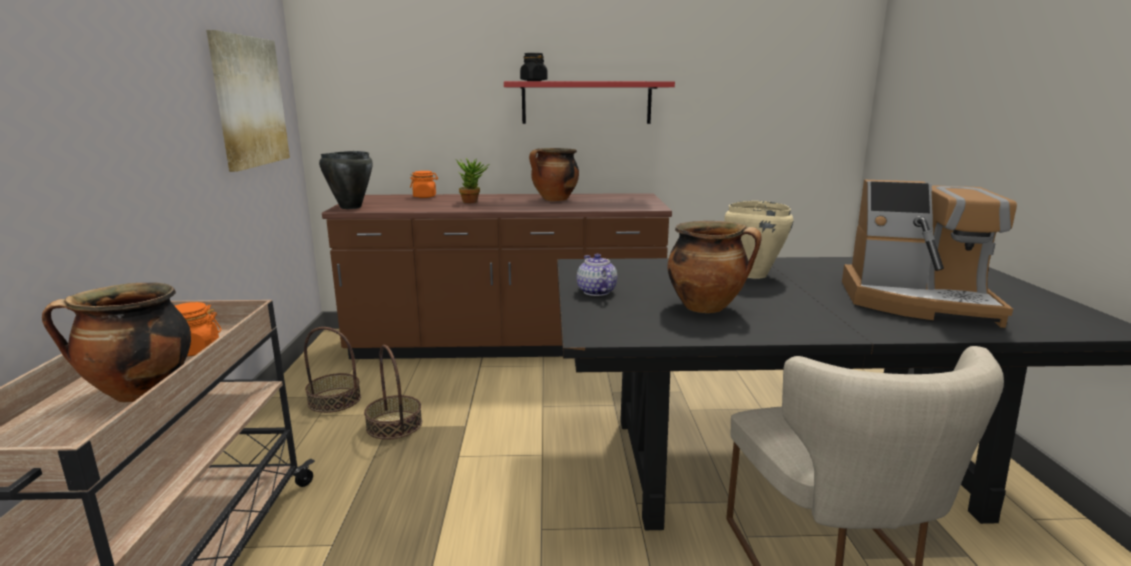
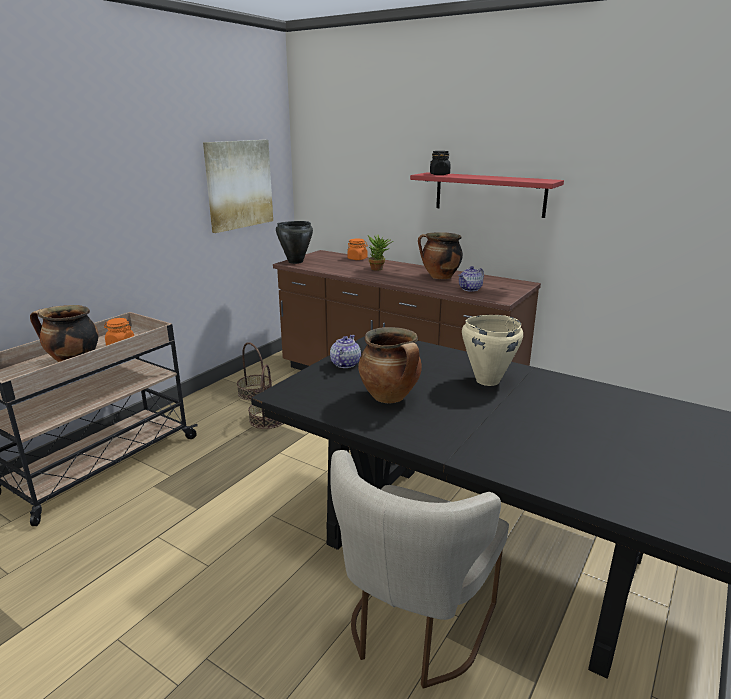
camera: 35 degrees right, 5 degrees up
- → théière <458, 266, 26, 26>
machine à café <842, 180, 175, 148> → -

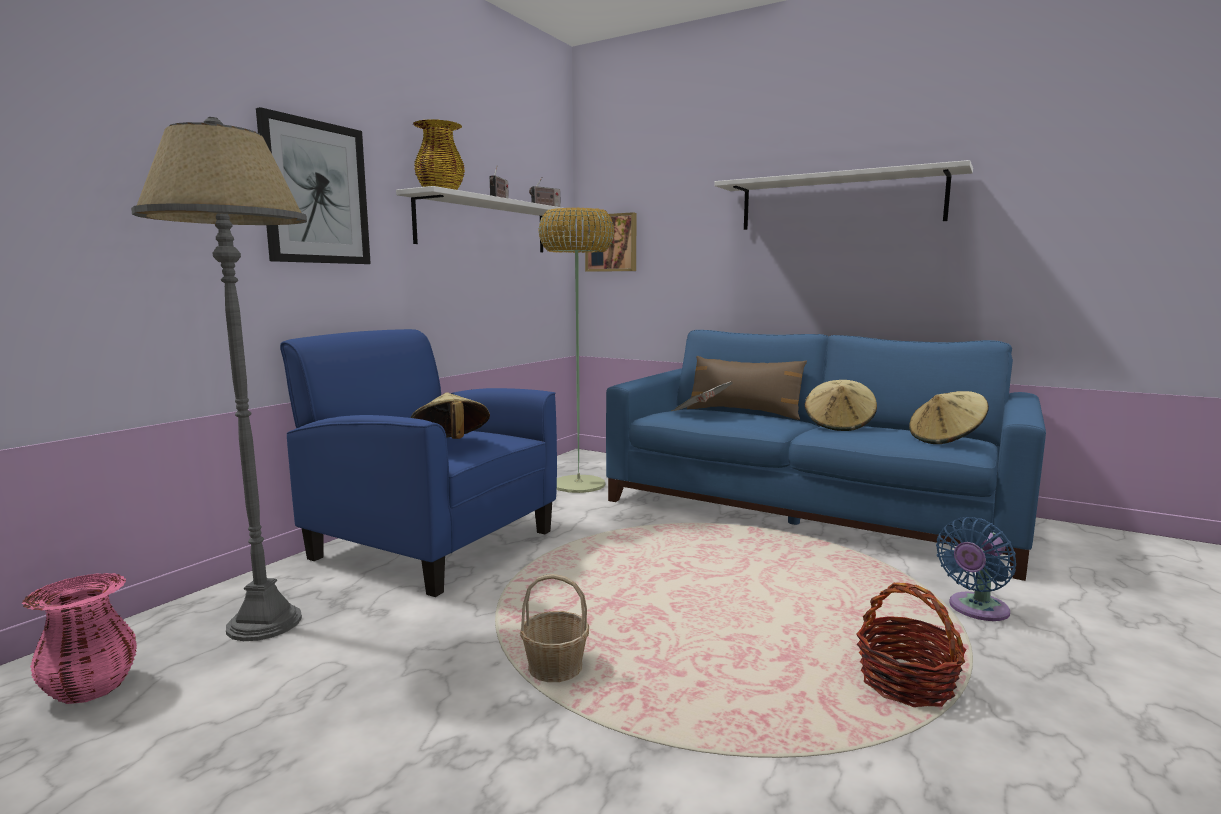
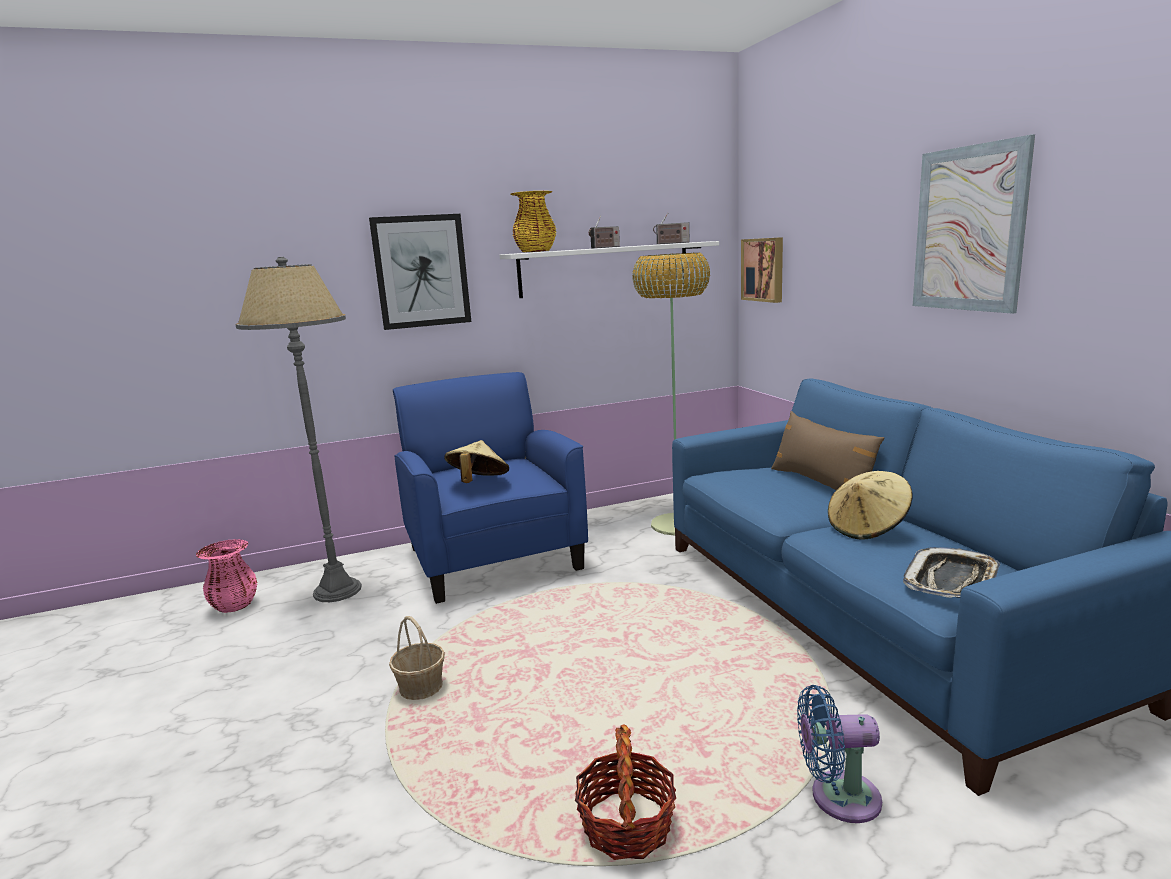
camera: 40 degrees right, 5 degrees up
chapeau [beige] <909, 391, 80, 53> → plateau <903, 547, 97, 51>
étagère [blanc] <714, 160, 259, 70> → tableau <913, 135, 122, 179>
journal <671, 381, 62, 30> → -

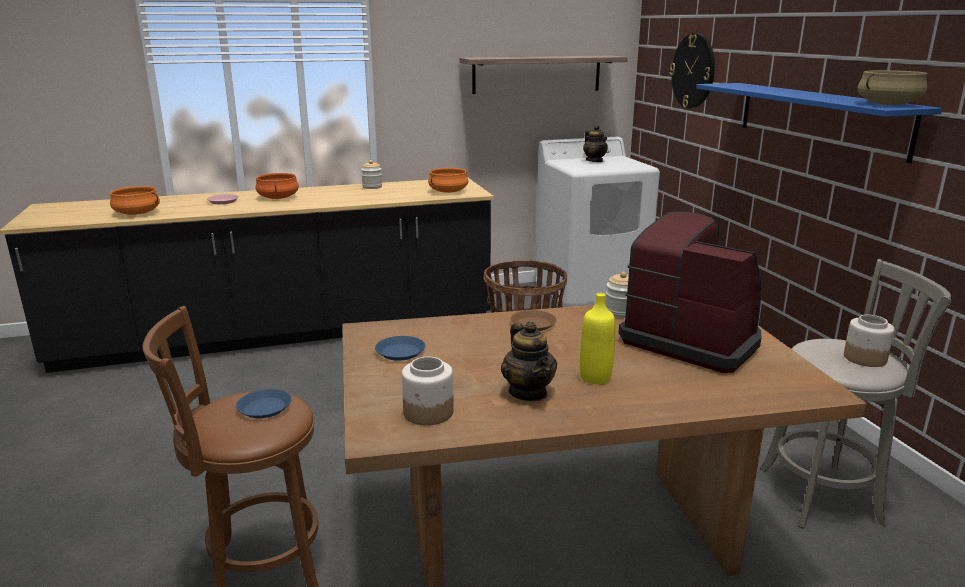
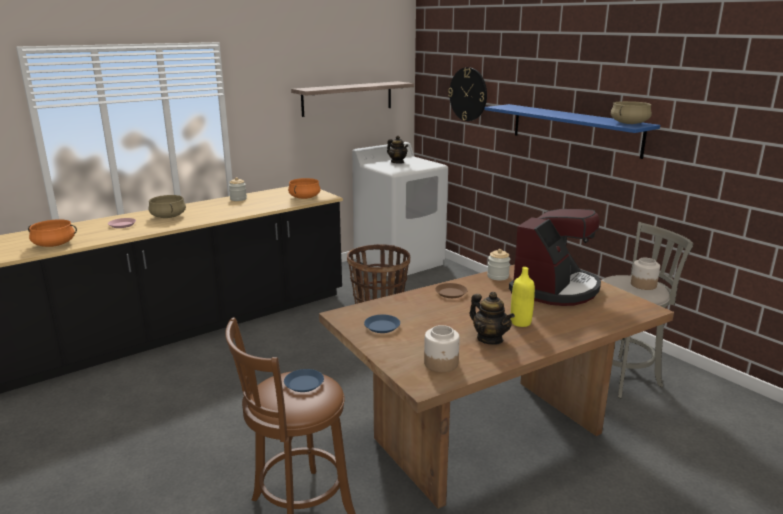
camera: 20 degrees left, 0 degrees up
marmite [orange] <255, 173, 44, 26> → marmite [beige] <148, 195, 38, 23>
machine à café <619, 212, 143, 161> → machine à café <509, 209, 92, 97>, 105 degrees clockwise

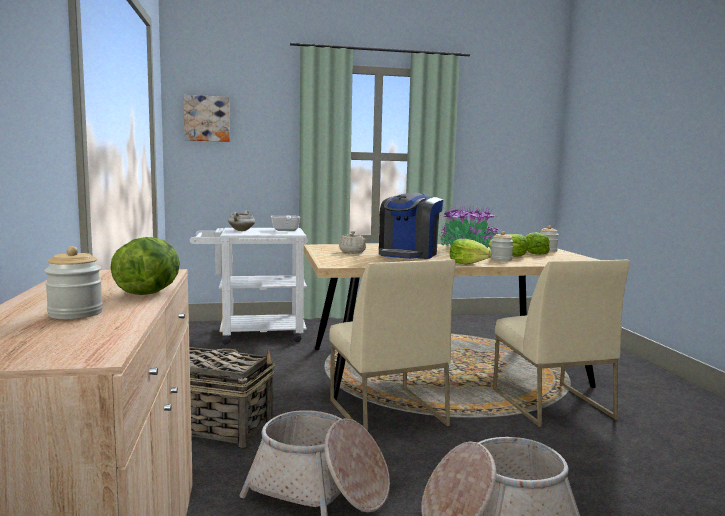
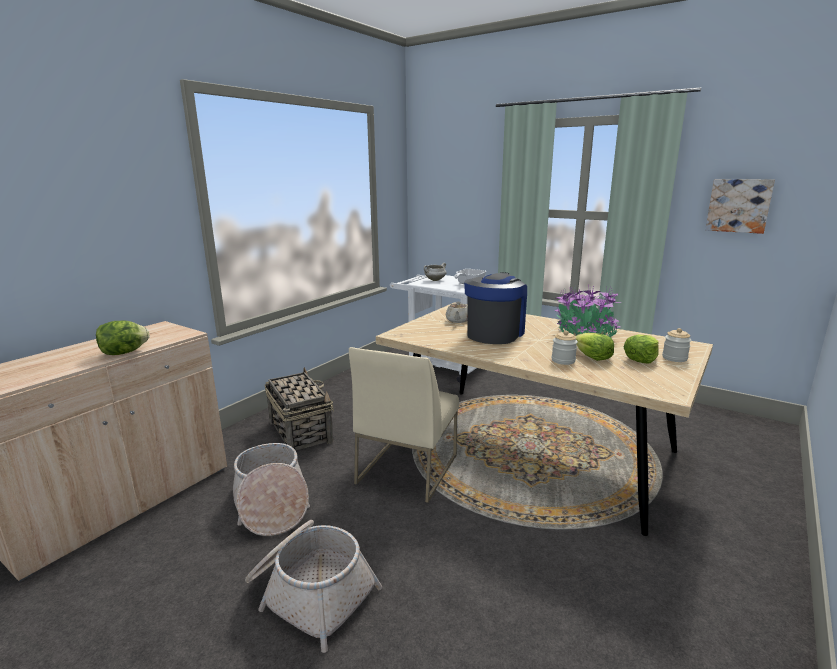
camera: 45 degrees right, 10 degrees up
machine à café <379, 192, 64, 67> → machine à café <464, 272, 63, 72>, 135 degrees clockwise
tableau <183, 95, 47, 47> → tableau <705, 179, 70, 55>, shifted
bocal <44, 246, 59, 73> → -
laitue <450, 239, 42, 25> → -
chaise [beige] <493, 259, 137, 168> → -

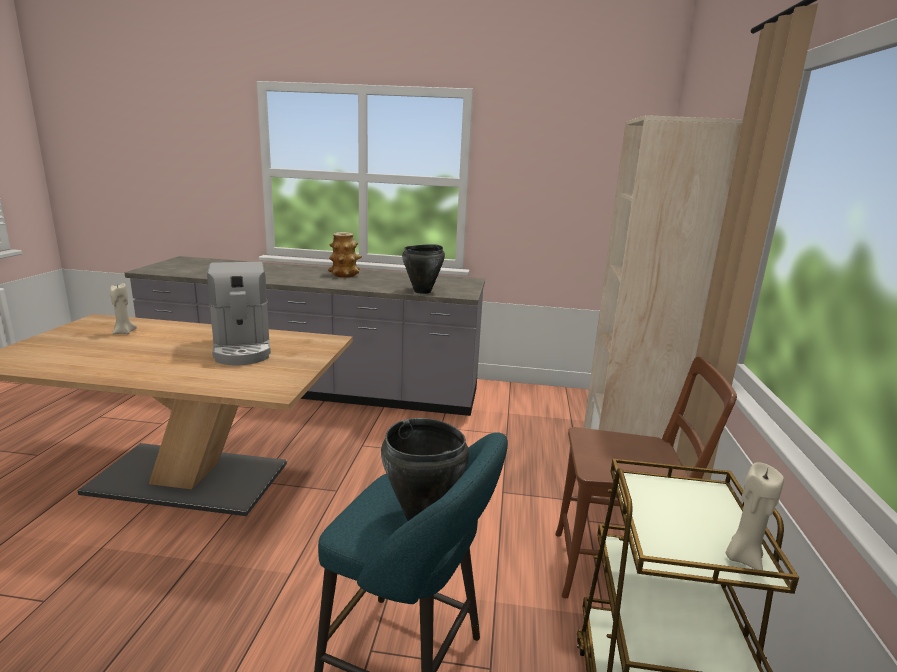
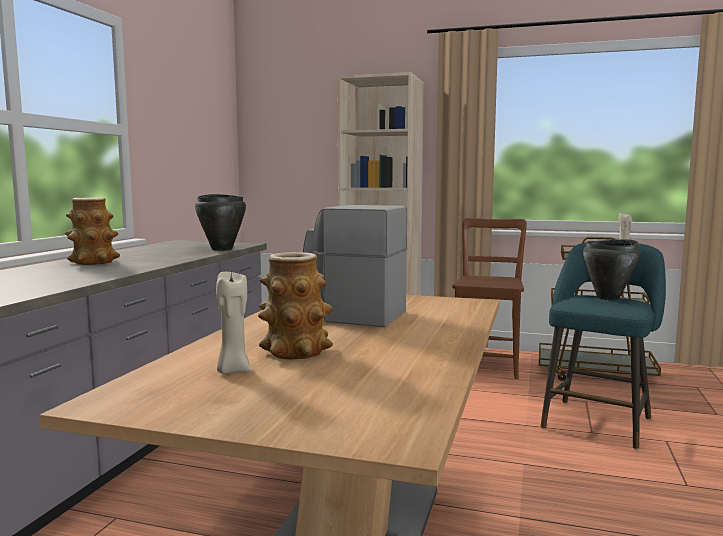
camera: 80 degrees left, 10 degrees down
- → vase <258, 252, 75, 107>
machine à café <207, 262, 64, 103> → machine à café <303, 205, 104, 122>, 150 degrees counterclockwise

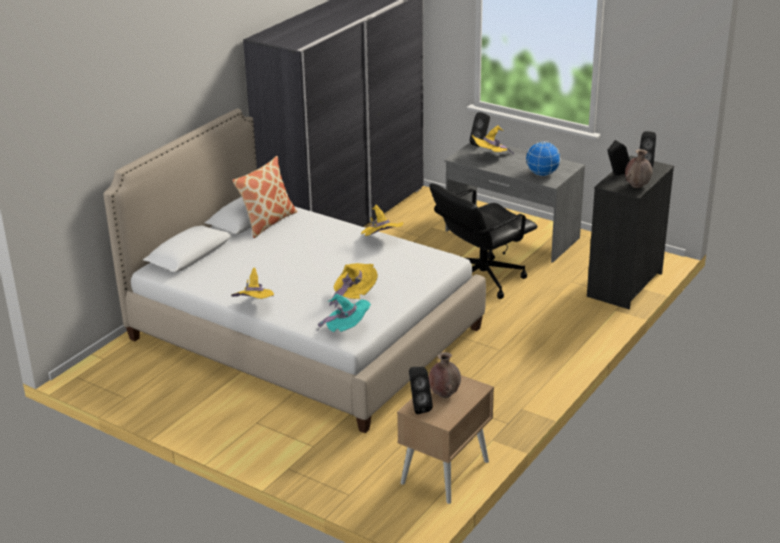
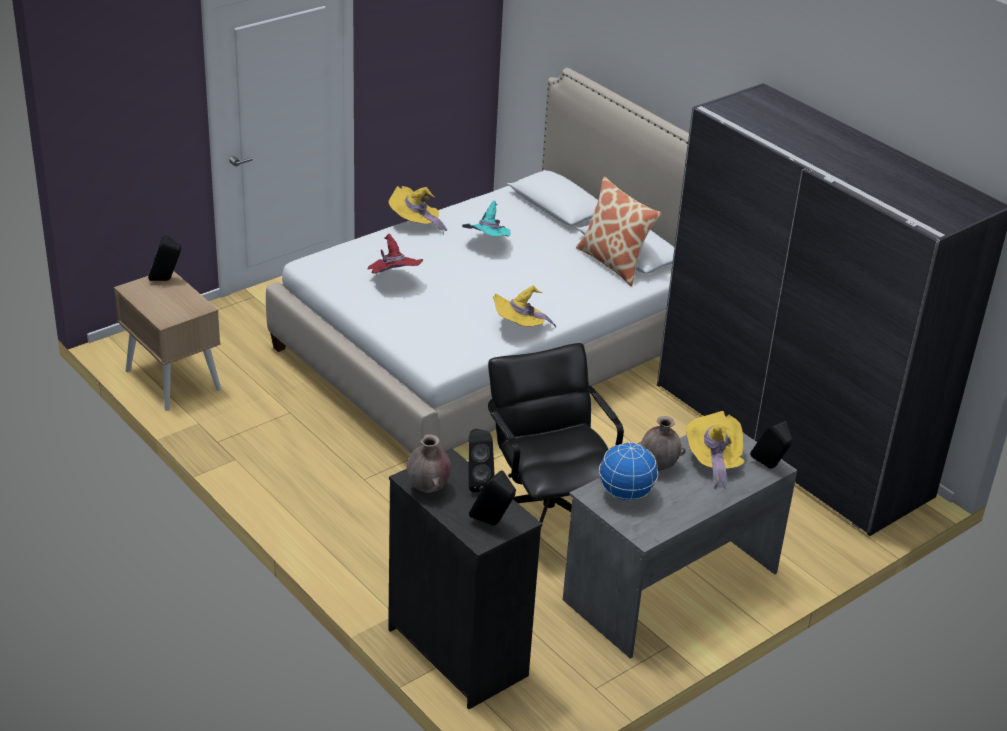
camera: 105 degrees right, 5 degrees up
chapeau [jaune] <329, 263, 49, 45> → chapeau [rouge] <367, 234, 56, 40>
chapeau [turquoise] <317, 294, 54, 38> → chapeau [turquoise] <462, 200, 49, 37>, shifted
vase [marron] <429, 352, 32, 46> → vase [marron] <638, 416, 48, 55>, shifted

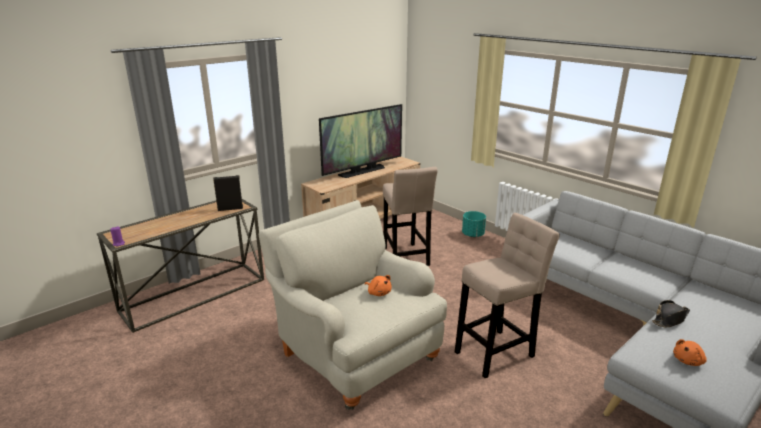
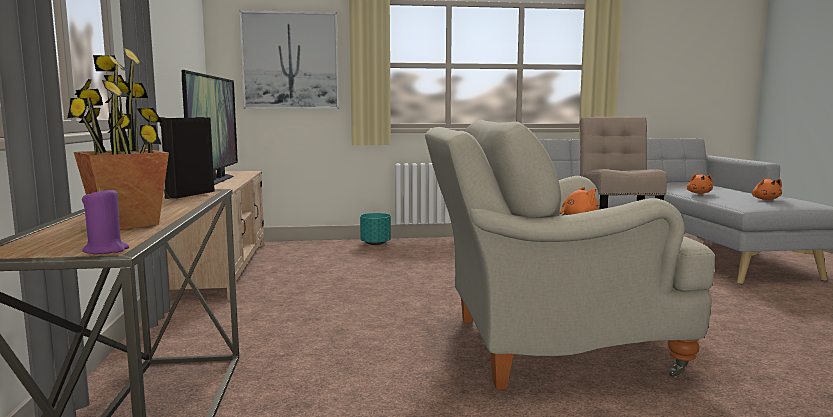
camera: 55 degrees left, 15 degrees down
- → plante en pot <67, 48, 102, 181>
- → tableau <239, 10, 100, 99>
chapeau [noir] <652, 300, 38, 27> → peluche [orange] <687, 174, 26, 20>
tabouret [beige] <383, 167, 55, 99> → -

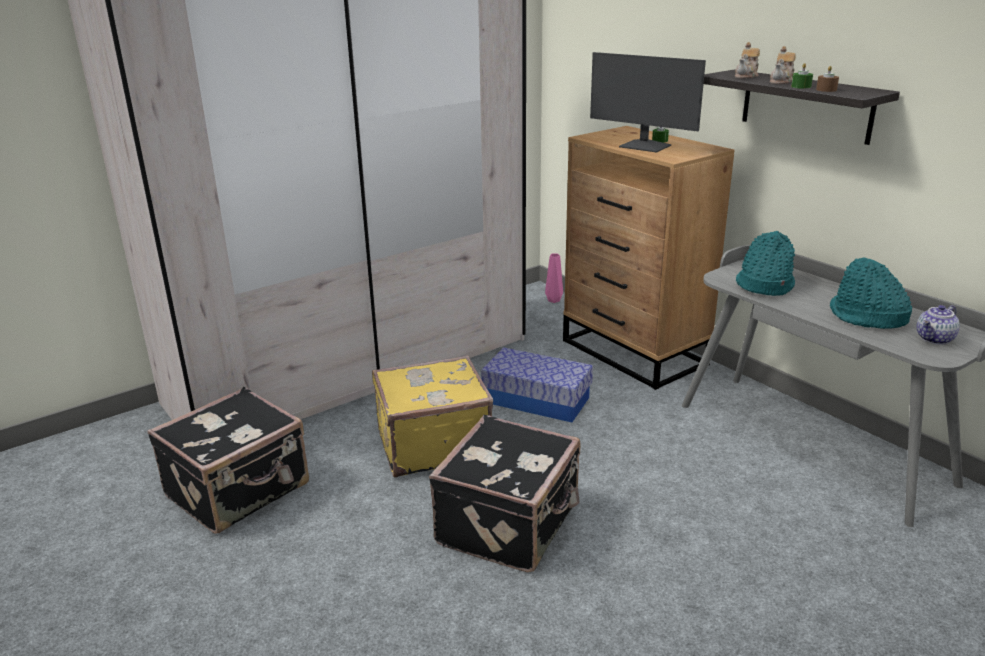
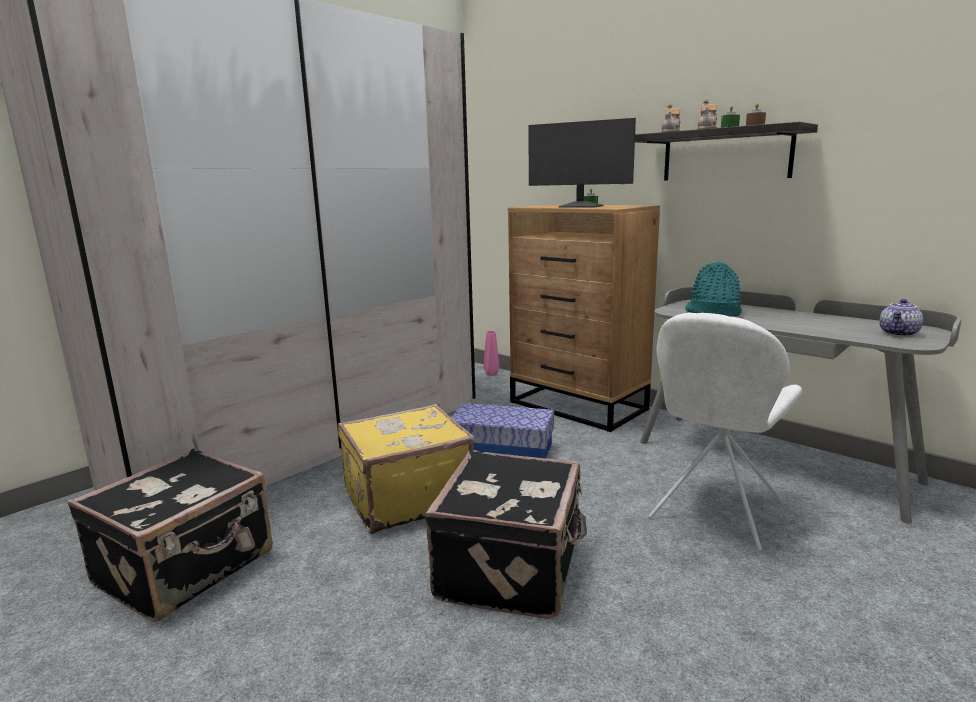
camera: 10 degrees left, 10 degrees down
- → chaise [blanc] <648, 313, 154, 238>
chapeau [turquoise] <830, 257, 82, 72> → -

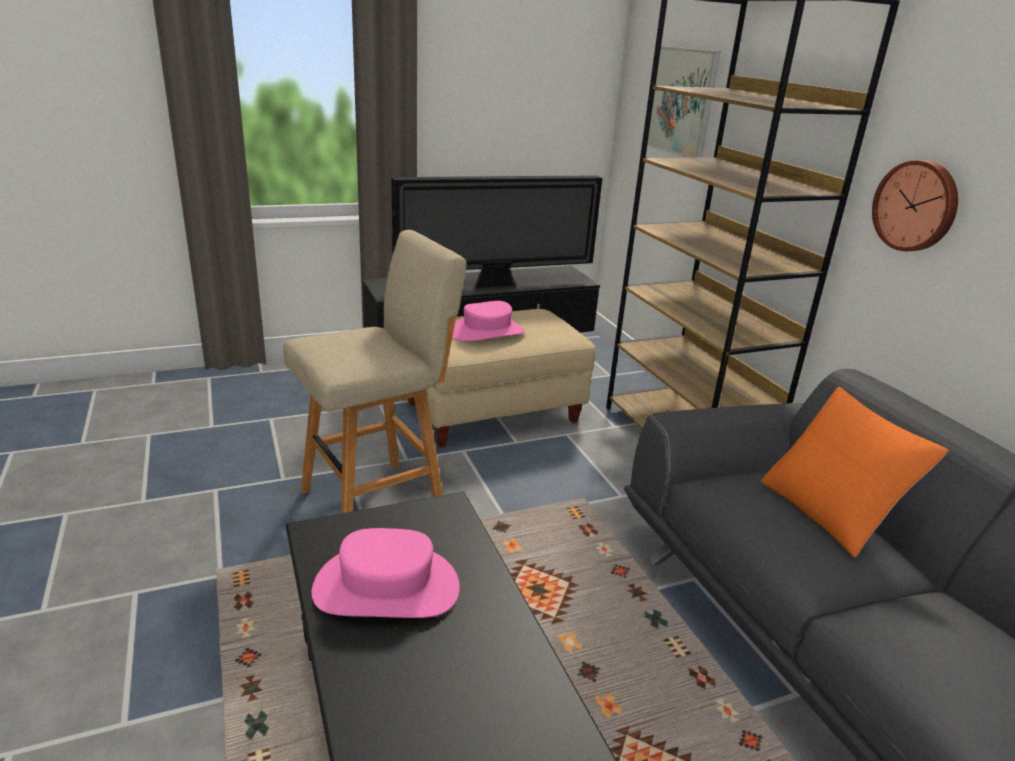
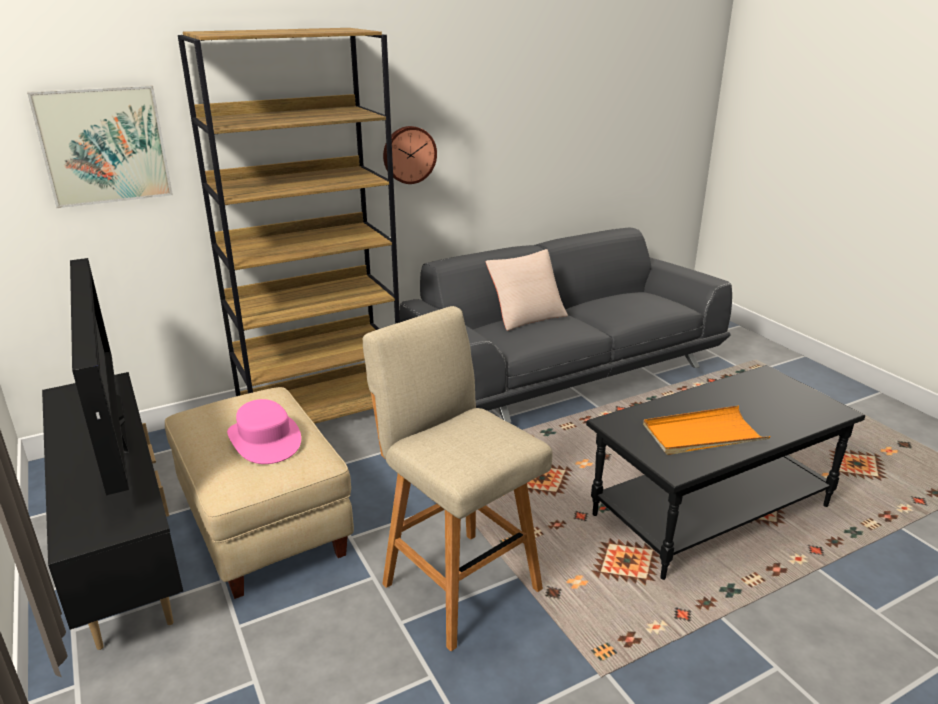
camera: 95 degrees left, 0 degrees up
coussin [orange] <761, 387, 188, 171> → coussin [beige] <486, 249, 82, 82>
chapeau [rose] <312, 528, 148, 90> → plateau [orange] <643, 405, 128, 50>

